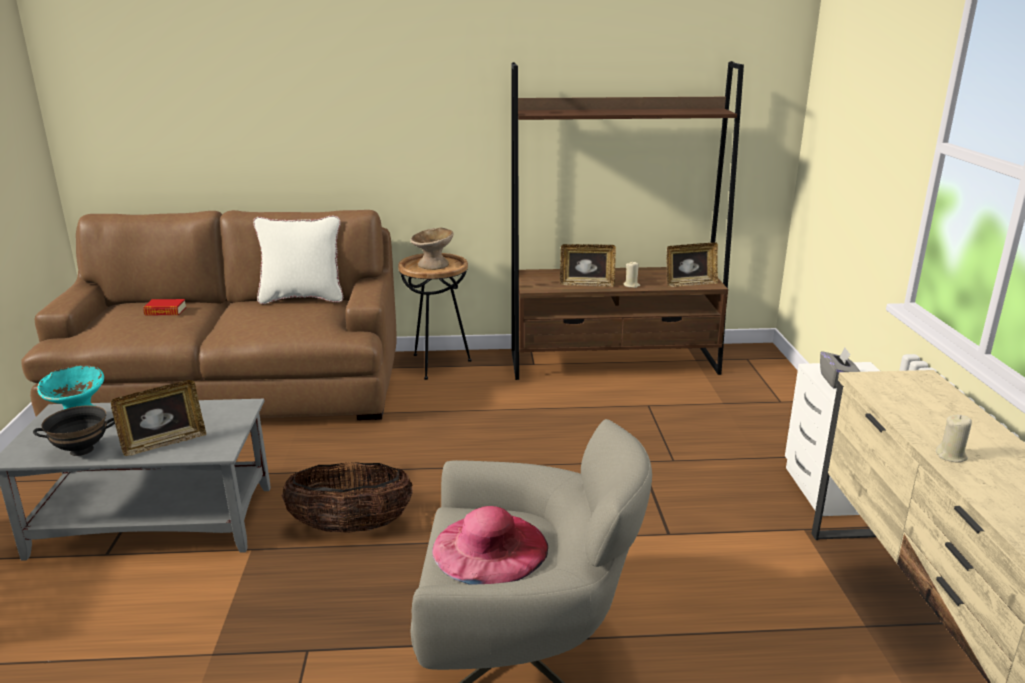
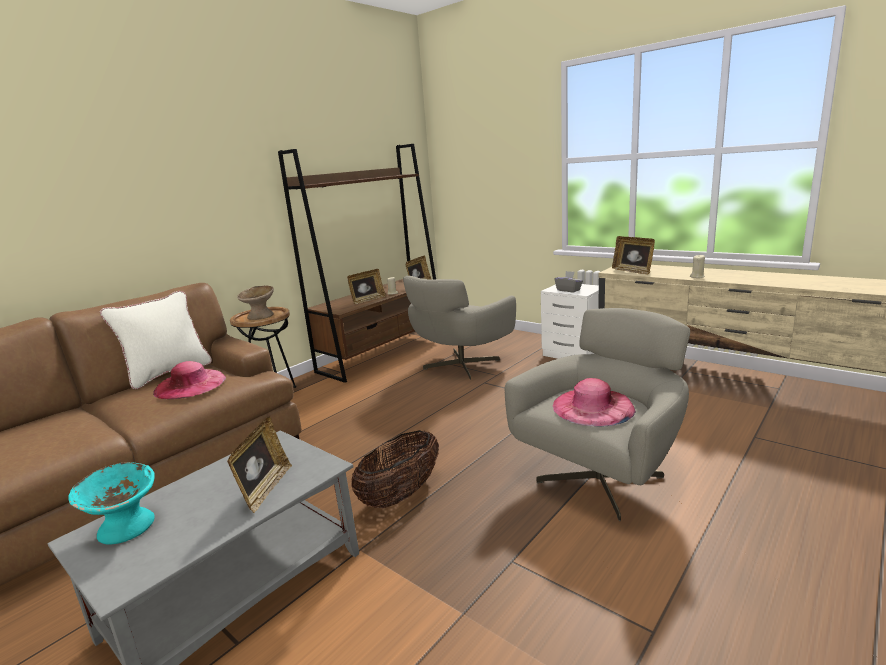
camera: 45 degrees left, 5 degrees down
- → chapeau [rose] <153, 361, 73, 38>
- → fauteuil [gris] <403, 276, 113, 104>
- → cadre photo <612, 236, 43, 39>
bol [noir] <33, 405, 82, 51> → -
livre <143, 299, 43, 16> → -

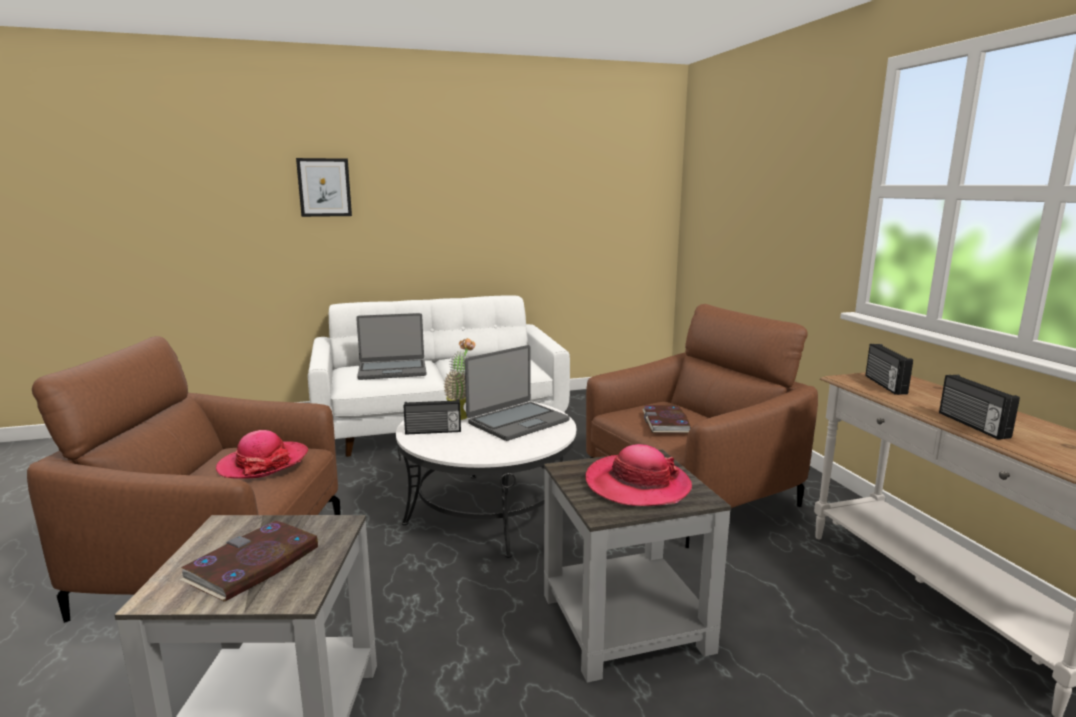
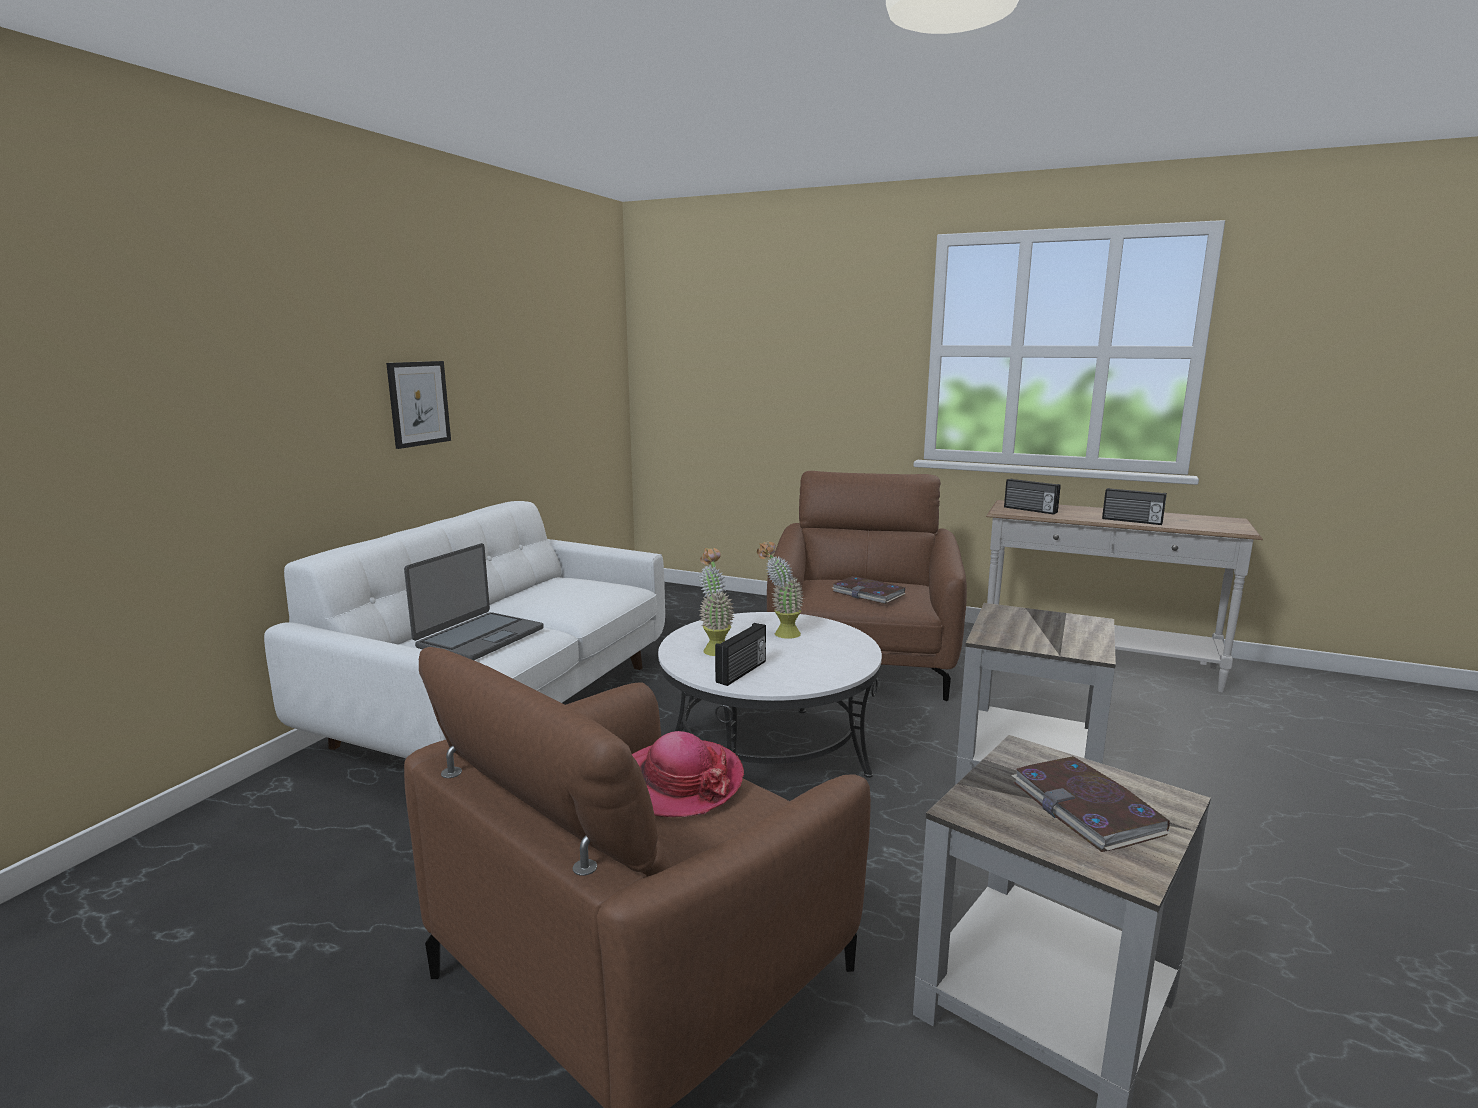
camera: 50 degrees left, 0 degrees up
tableau <296, 158, 56, 59> → tableau <386, 361, 65, 88>, shifted
ordinateur portable <465, 345, 105, 96> → plante en pot <757, 542, 47, 97>
chapeau <585, 444, 107, 62> → -

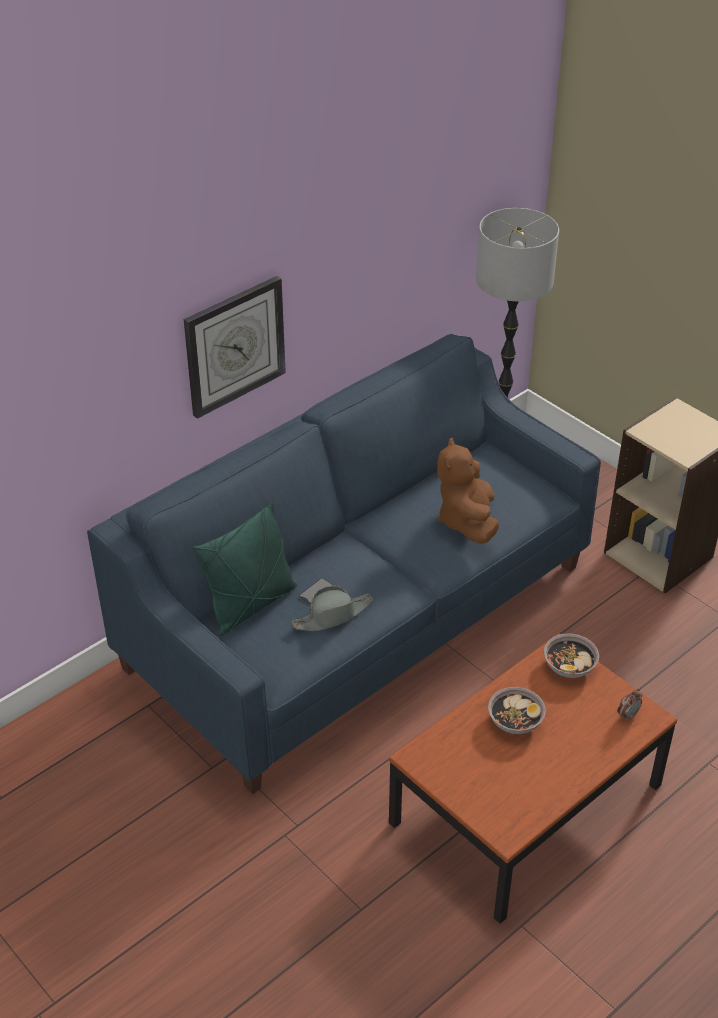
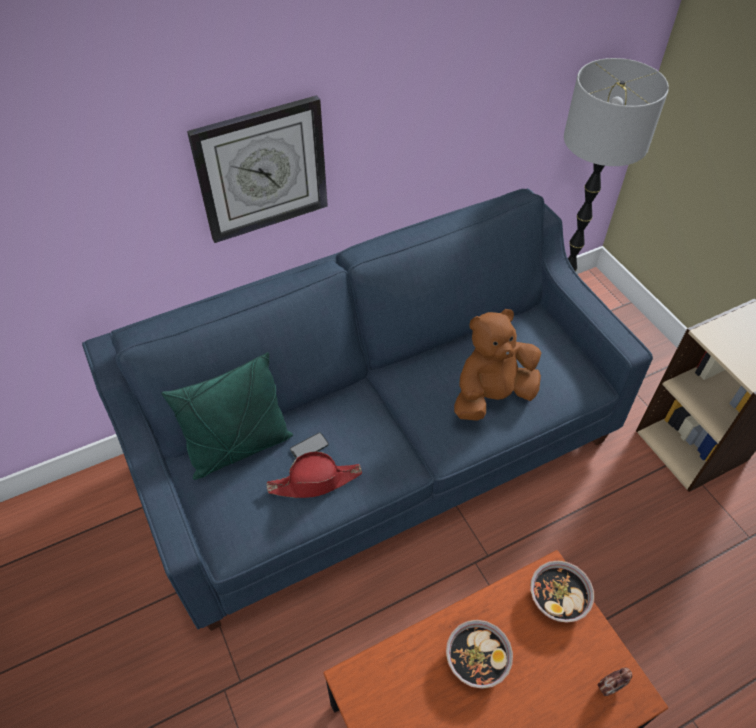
camera: 15 degrees right, 10 degrees up
chapeau [gris] <292, 586, 81, 45> → chapeau [rouge] <266, 451, 96, 47>
peluche [marron] <437, 438, 62, 106> → peluche [marron] <454, 309, 87, 112>, 45 degrees clockwise

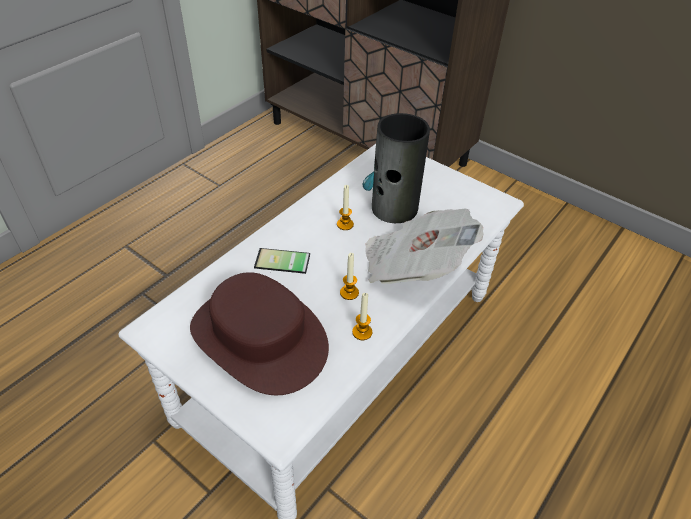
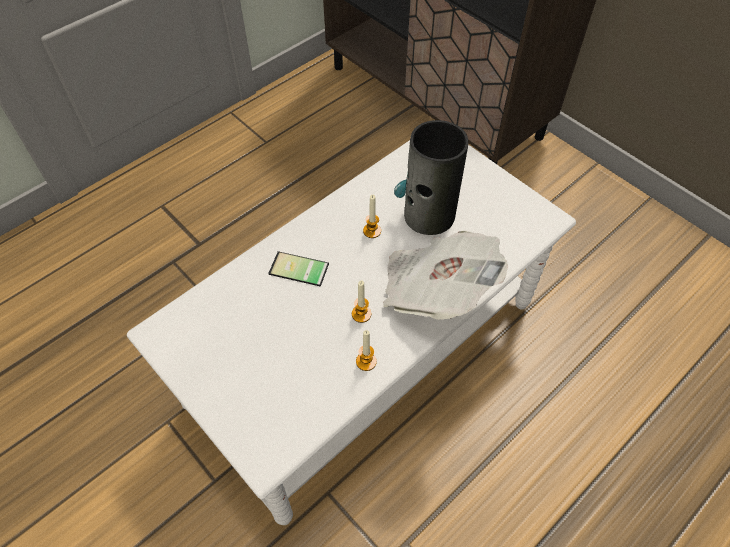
camera: 10 degrees right, 10 degrees up
chapeau [marron] <190, 272, 139, 123> → -

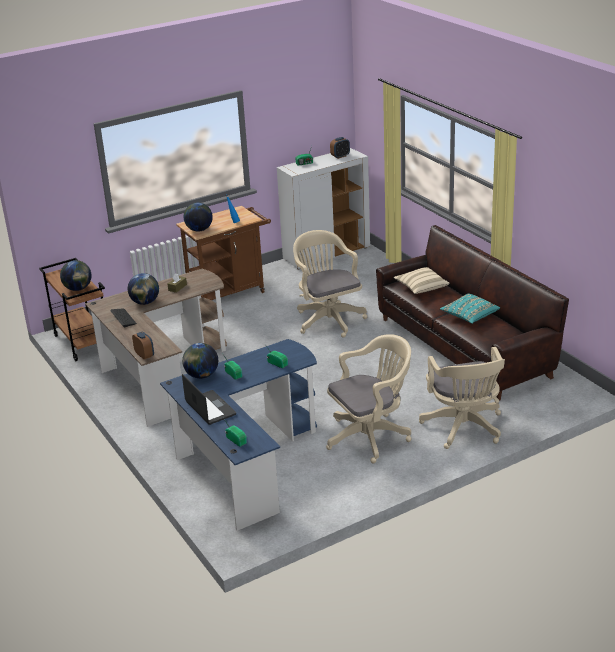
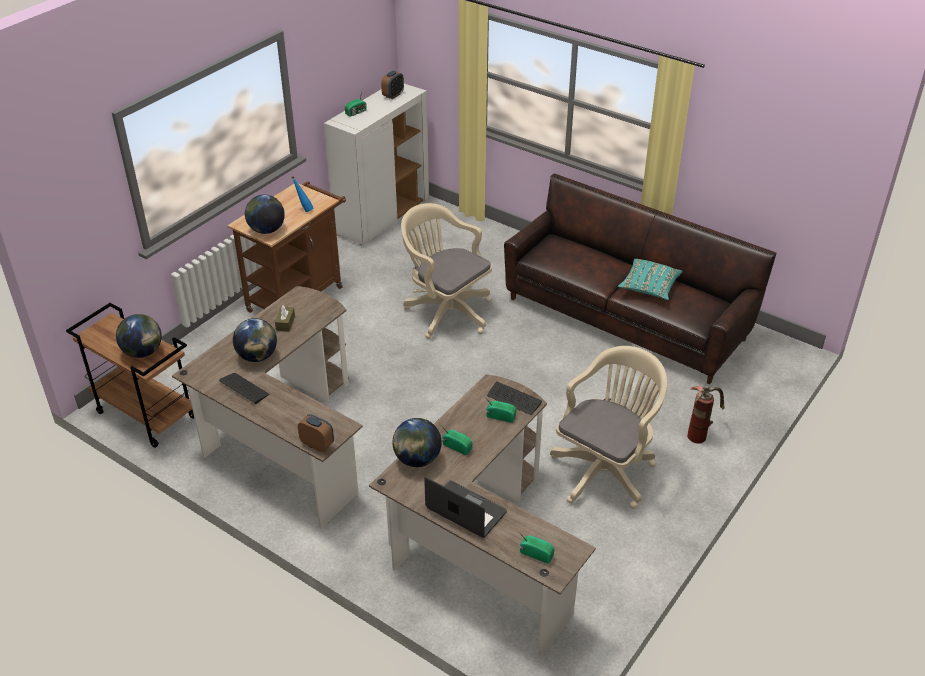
camera: 25 degrees left, 10 degrees up
bureau [bleu] <160, 339, 157, 192> → bureau [marron] <369, 374, 227, 285>
- → clavier <487, 382, 55, 33>
chaise de bureau [beige] <419, 347, 86, 102> → extincteur <687, 386, 38, 58>
coussin [beige] <394, 267, 56, 27> → -

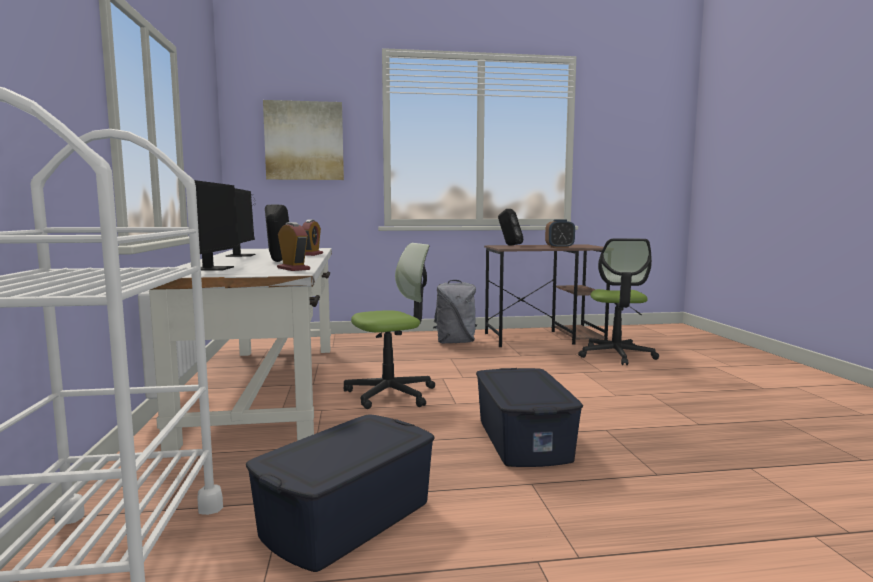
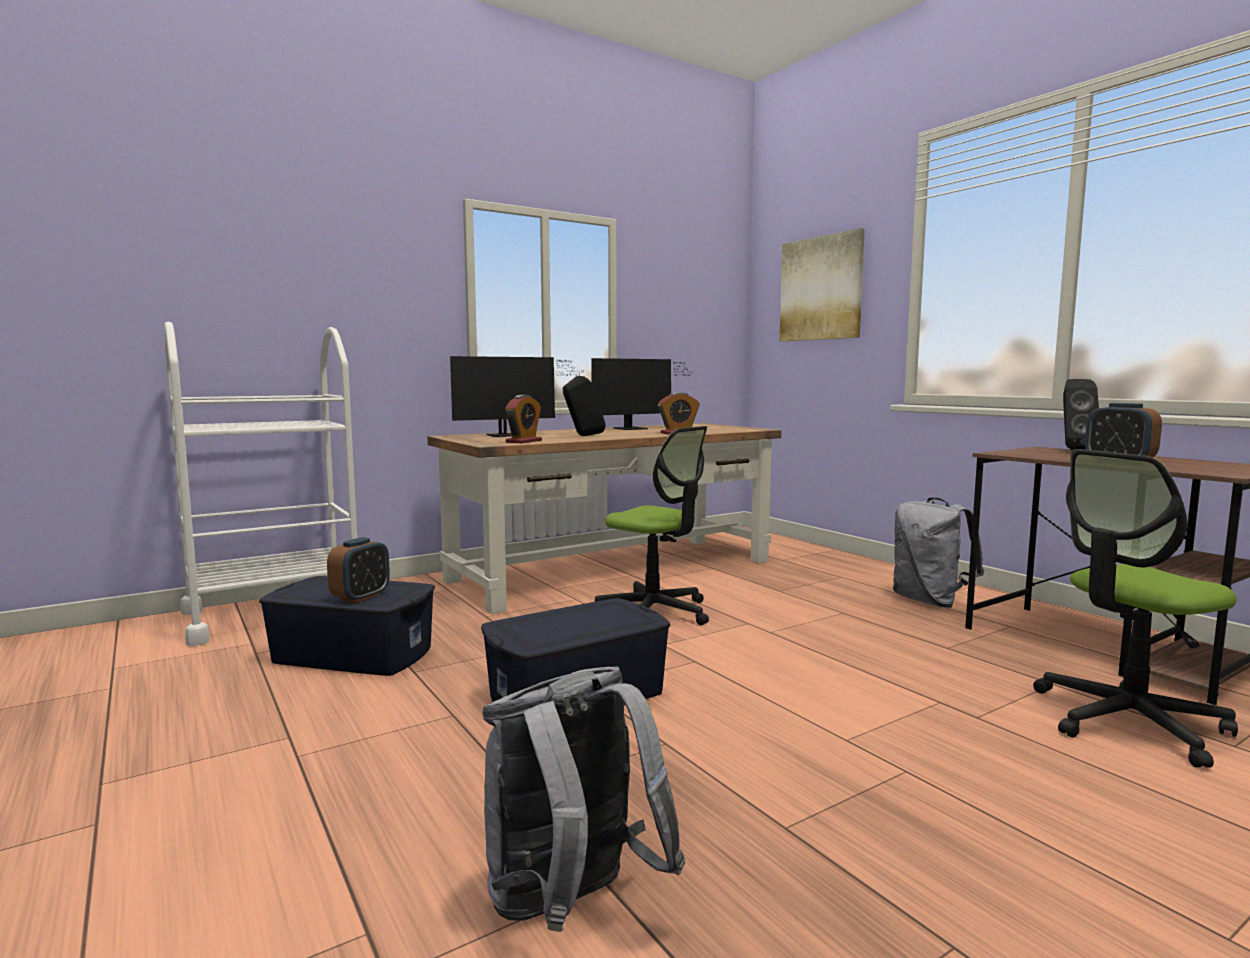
camera: 65 degrees right, 0 degrees up
- → réveil <327, 537, 63, 66>
bureau [blanc] <149, 248, 183, 203> → bureau [marron] <427, 423, 355, 191>
- → sac à dos [gris] <482, 666, 204, 266>

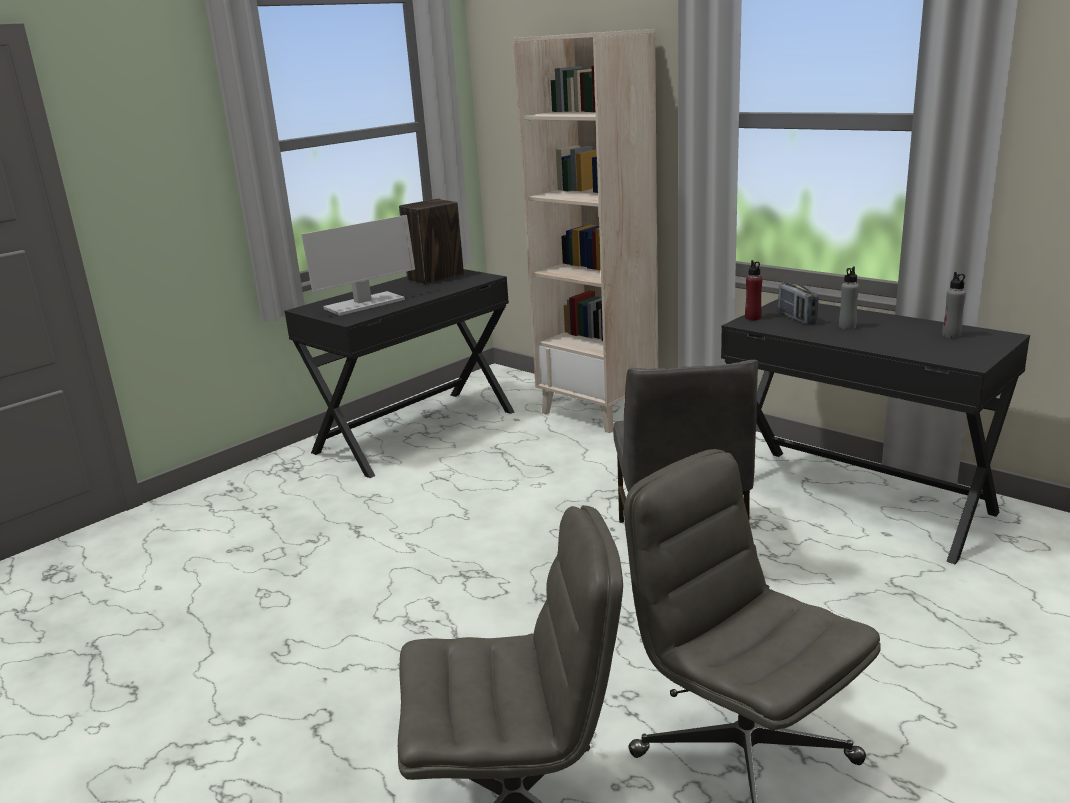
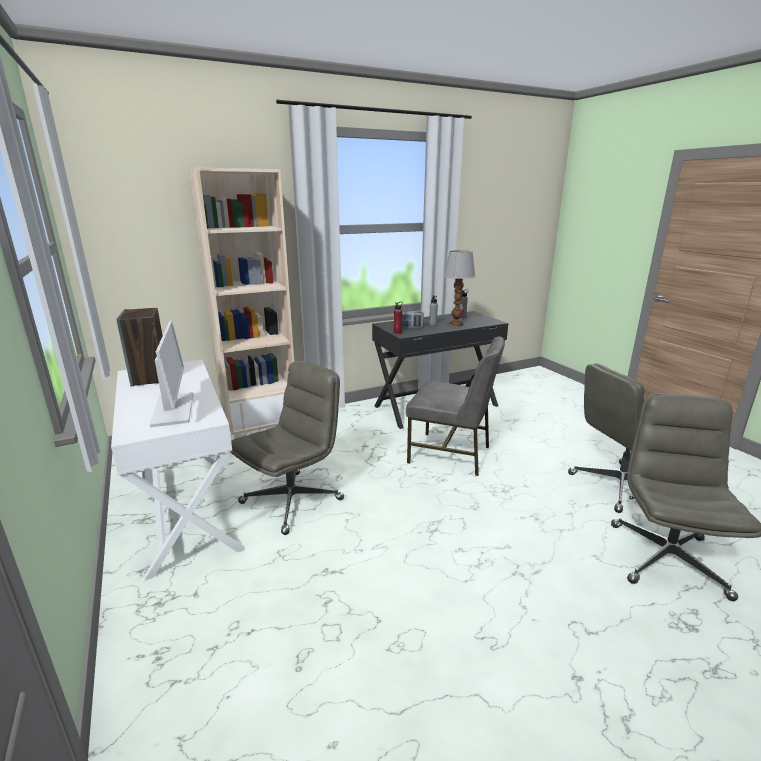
camera: 70 degrees left, 0 degrees up
bureau [noir] <285, 269, 229, 209> → bureau [blanc] <111, 360, 134, 221>
- → chaise de bureau [gris] <231, 361, 113, 174>
- → lampe de table <443, 250, 33, 76>

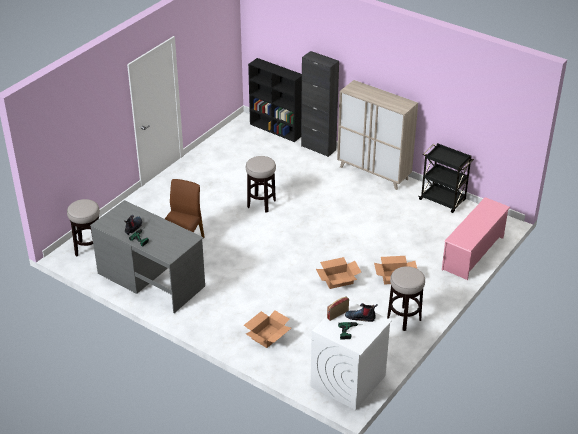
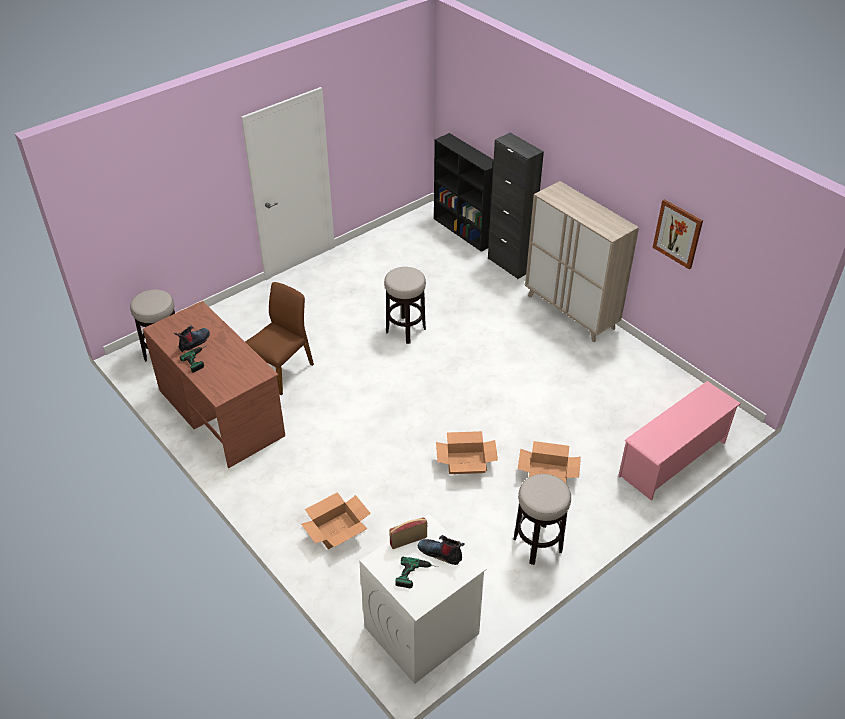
camera: 15 degrees right, 5 degrees up
bureau [gris] <90, 200, 115, 113> → bureau [marron] <143, 301, 142, 167>
- → tableau <652, 199, 51, 70>
chariot [noir] <418, 143, 56, 70> → -

